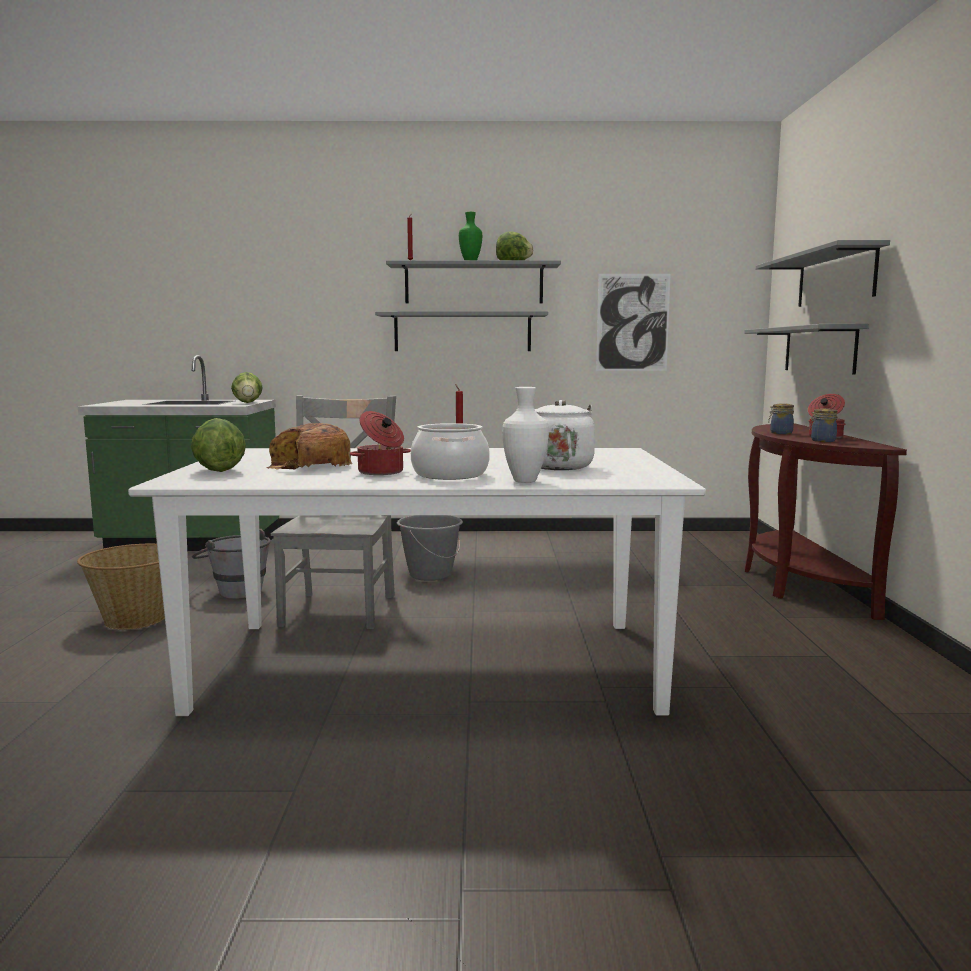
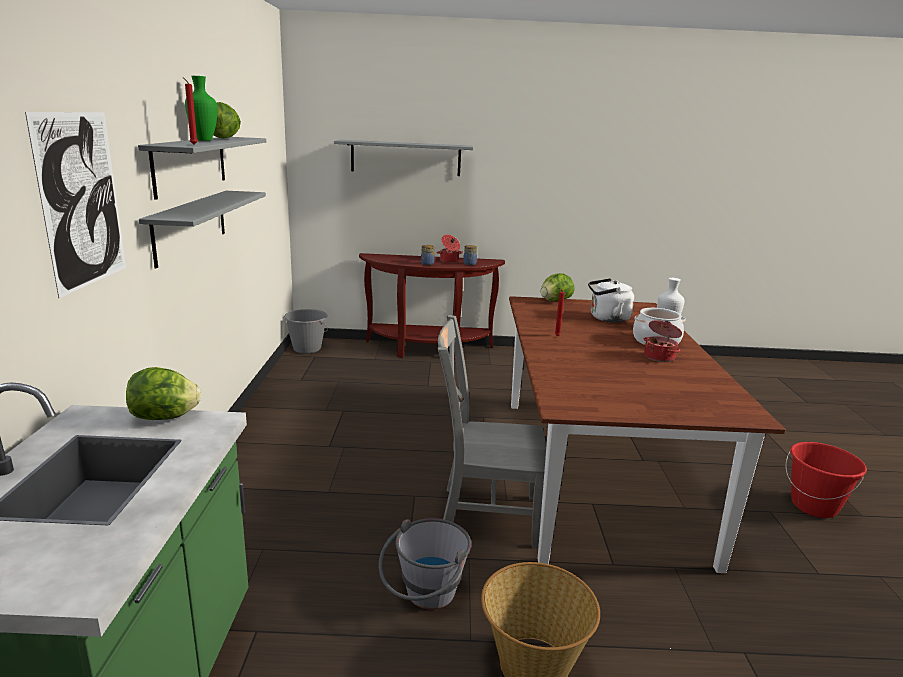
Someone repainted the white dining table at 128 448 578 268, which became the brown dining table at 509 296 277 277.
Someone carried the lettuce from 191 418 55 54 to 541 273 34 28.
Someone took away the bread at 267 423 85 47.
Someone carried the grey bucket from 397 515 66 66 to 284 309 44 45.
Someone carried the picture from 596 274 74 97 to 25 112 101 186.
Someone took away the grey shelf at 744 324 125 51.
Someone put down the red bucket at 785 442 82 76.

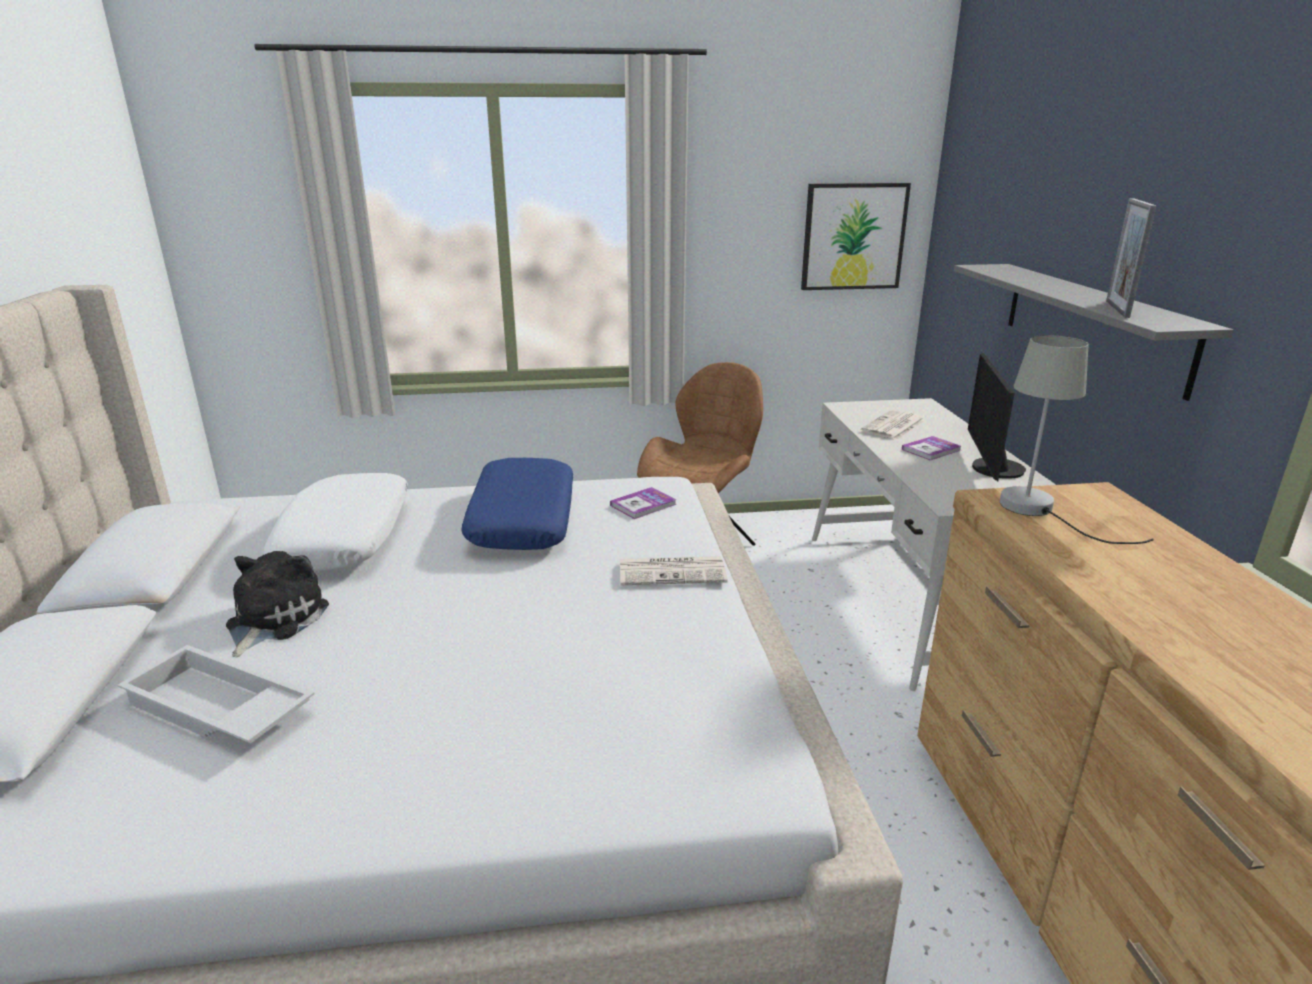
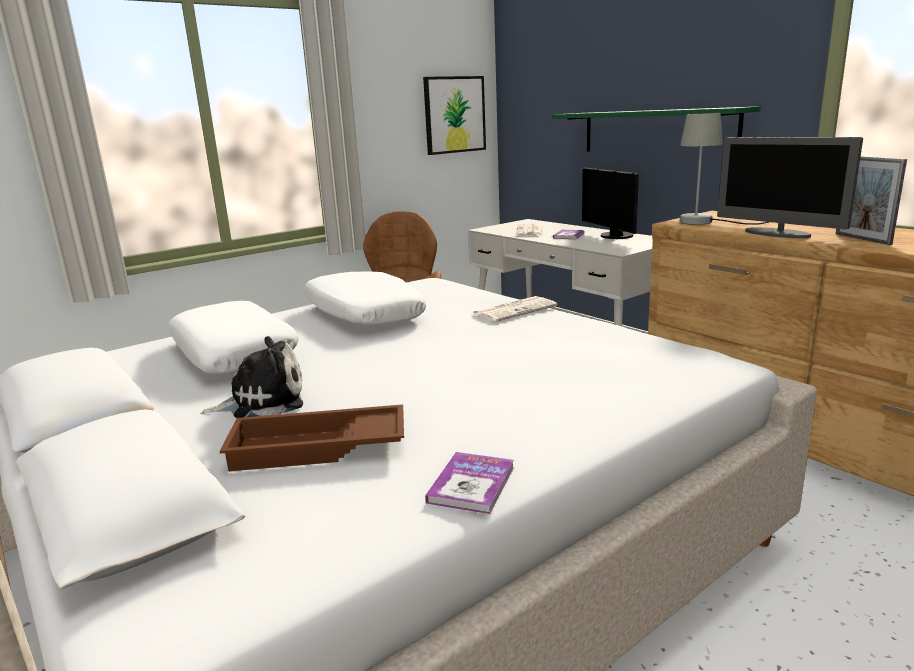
Someone repainted the white tray at 118 645 197 98, which became the brown tray at 219 404 185 67.
Someone rotated the plush toy at 226 551 103 106 by 90 degrees clockwise.
Someone repainted the blue pillow at 461 458 112 92, which became the white pillow at 304 271 122 54.
Someone carried the book from 610 487 67 32 to 425 452 89 62.
Someone repainted the grey shelf at 954 264 280 137, which became the green shelf at 552 106 209 45.
Someone carried the picture frame from 1106 198 50 120 to 835 156 72 89.
Someone put down the monitor at 717 137 146 101.

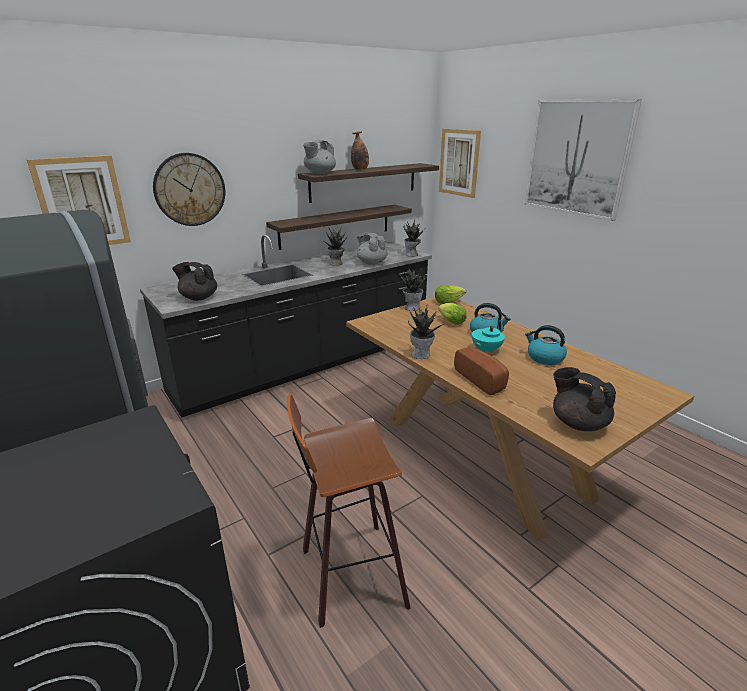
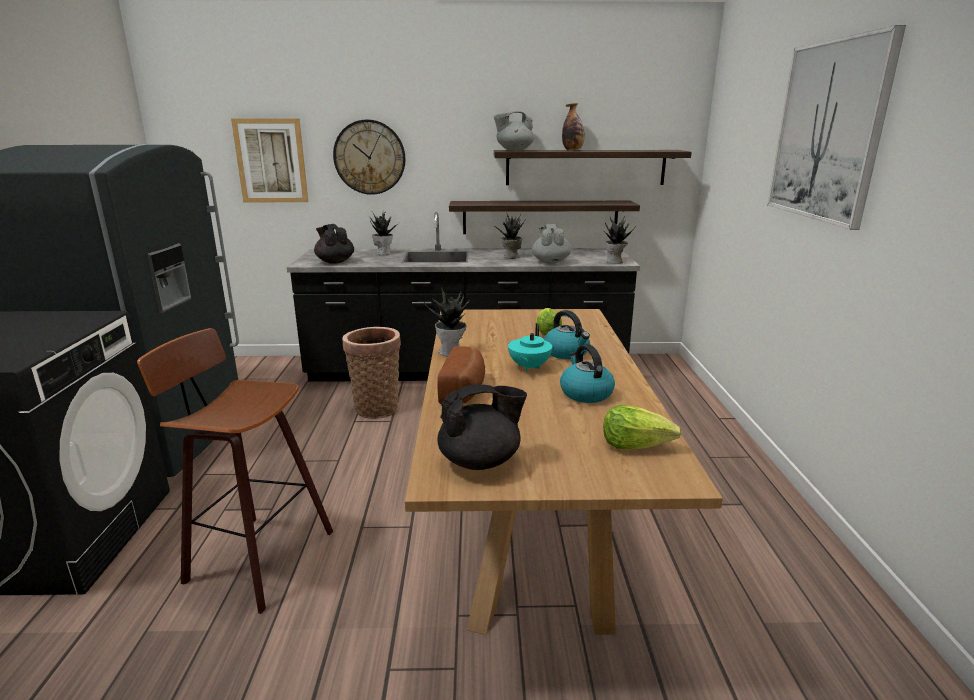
Someone carried the potted plant from 399 268 29 43 to 369 212 30 43.
Someone carried the lettuce from 435 285 31 19 to 603 405 79 44.
Someone took away the picture at 439 129 42 69.
Someone rotated the turquoise teapot at 472 319 33 34 by 60 degrees counterclockwise.
Someone rotated the black teapot at 553 367 63 64 by 75 degrees clockwise.
Someone put down the basket at 342 327 59 92.

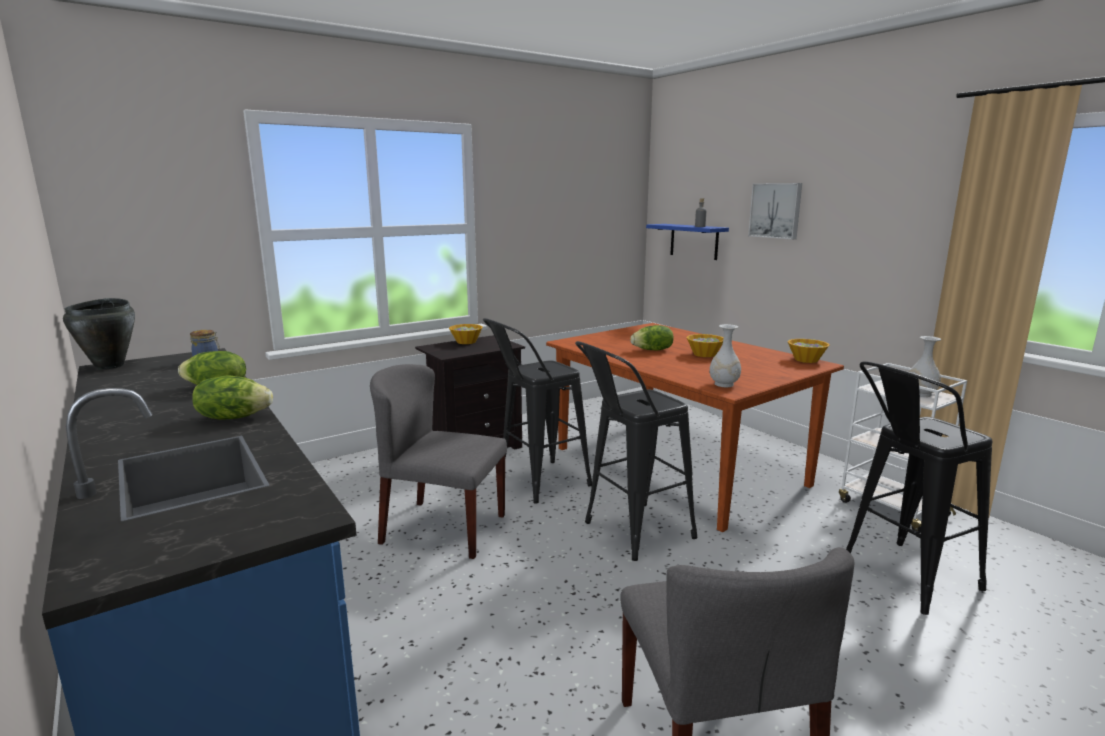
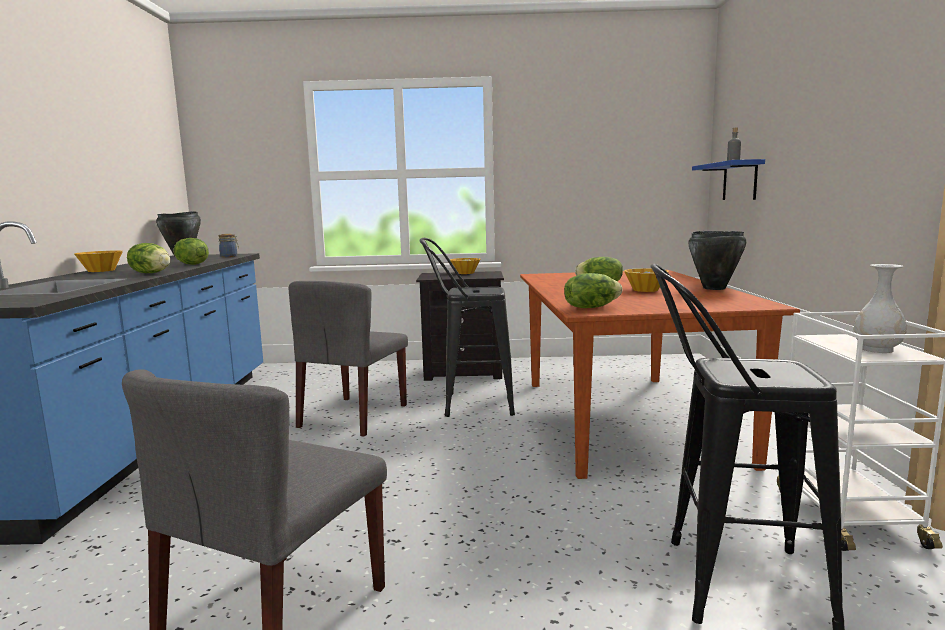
Someone rotated the grey chair at 370 364 137 195 by 120 degrees counterclockwise.
Someone took away the black stool at 575 341 122 220.
Someone swapped the white vase at 709 324 32 63 for the lettuce at 564 273 58 35.
Someone took away the picture at 748 183 54 56.
Someone carried the bowl from 788 339 42 24 to 75 250 48 22.
Someone put down the black cooking pot at 689 231 57 59.

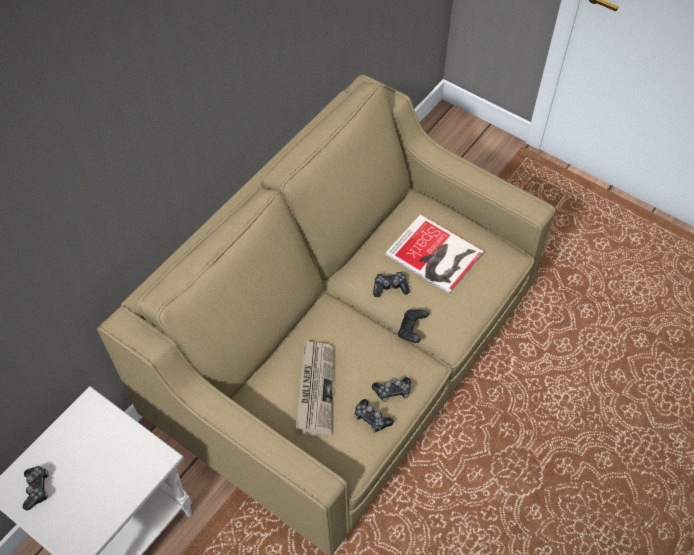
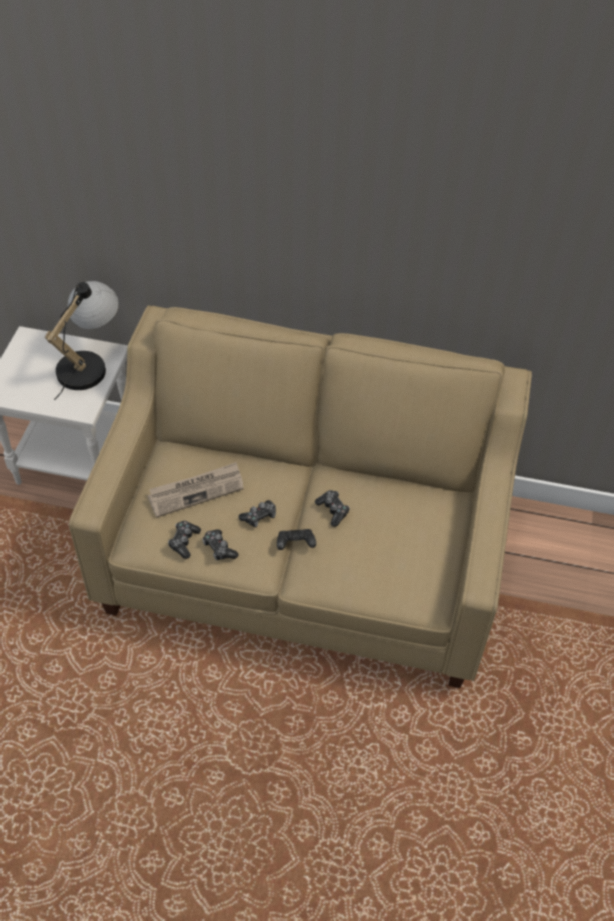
Someone carried the game controller from 23 466 26 44 to 239 500 37 27.
Someone took away the book at 385 214 99 80.
Someone put down the table lamp at 45 281 74 119.

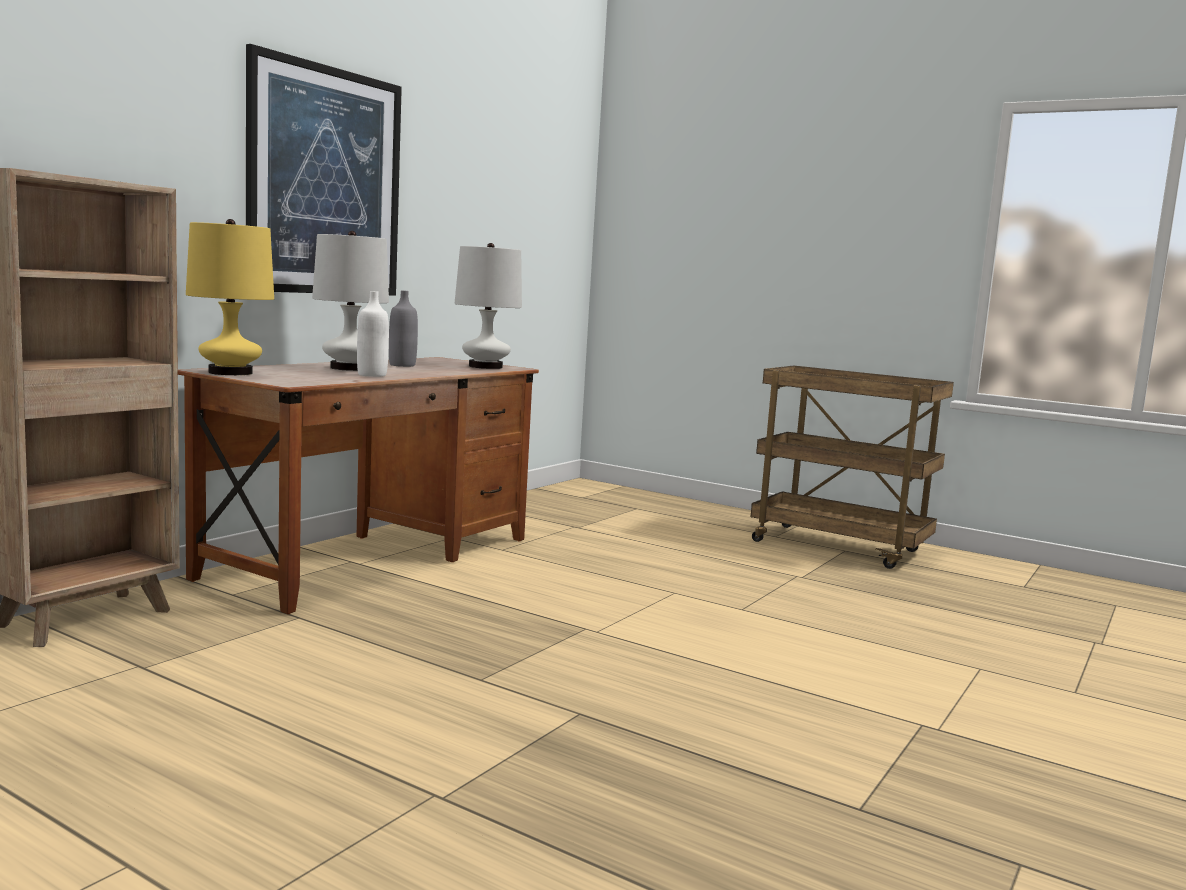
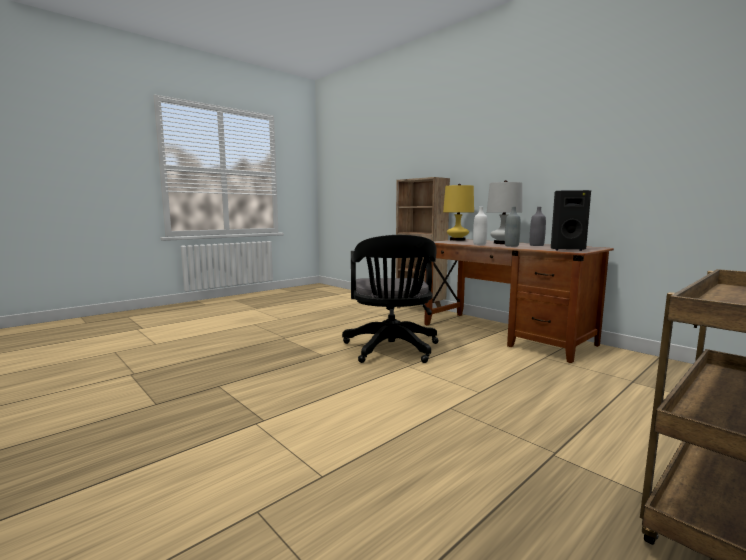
Someone took away the picture at 246 44 156 252.
Someone swapped the white table lamp at 454 243 68 126 for the black speaker at 551 190 40 61.
Someone put down the black office chair at 342 235 97 128.
Someone put down the grey bottle at 505 207 16 40.

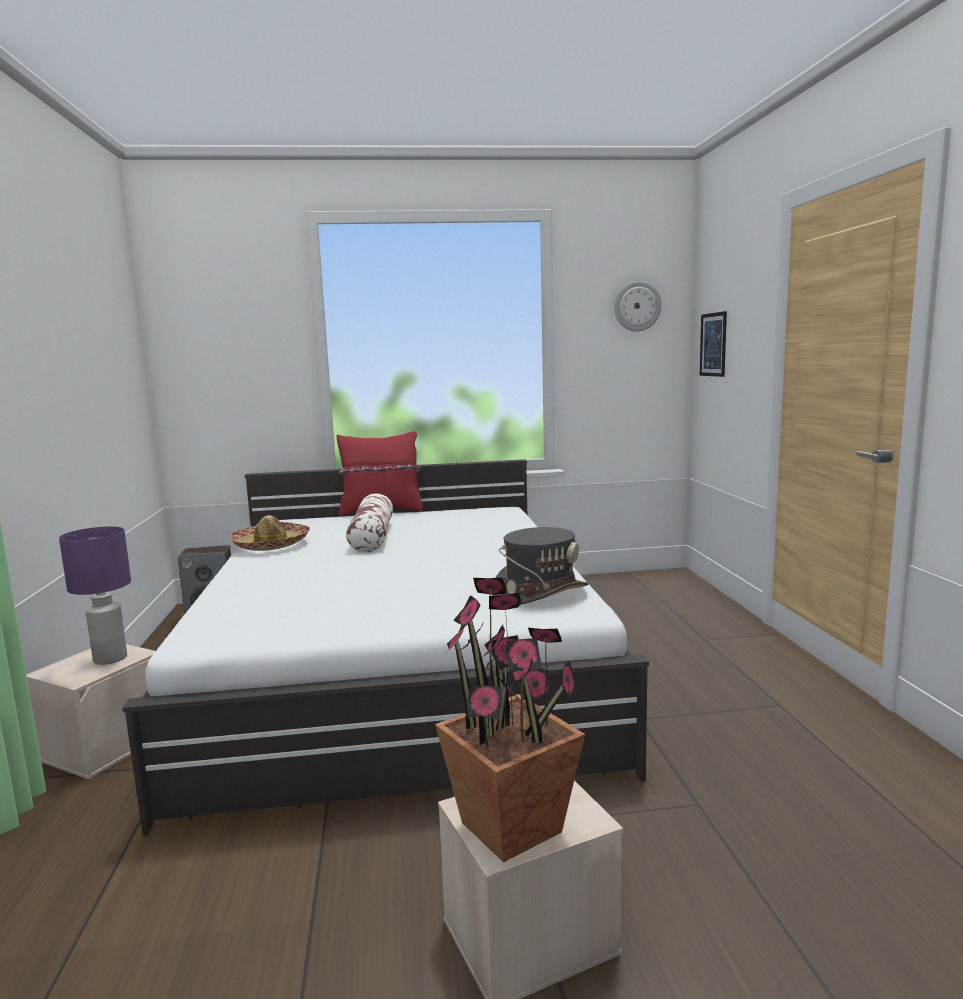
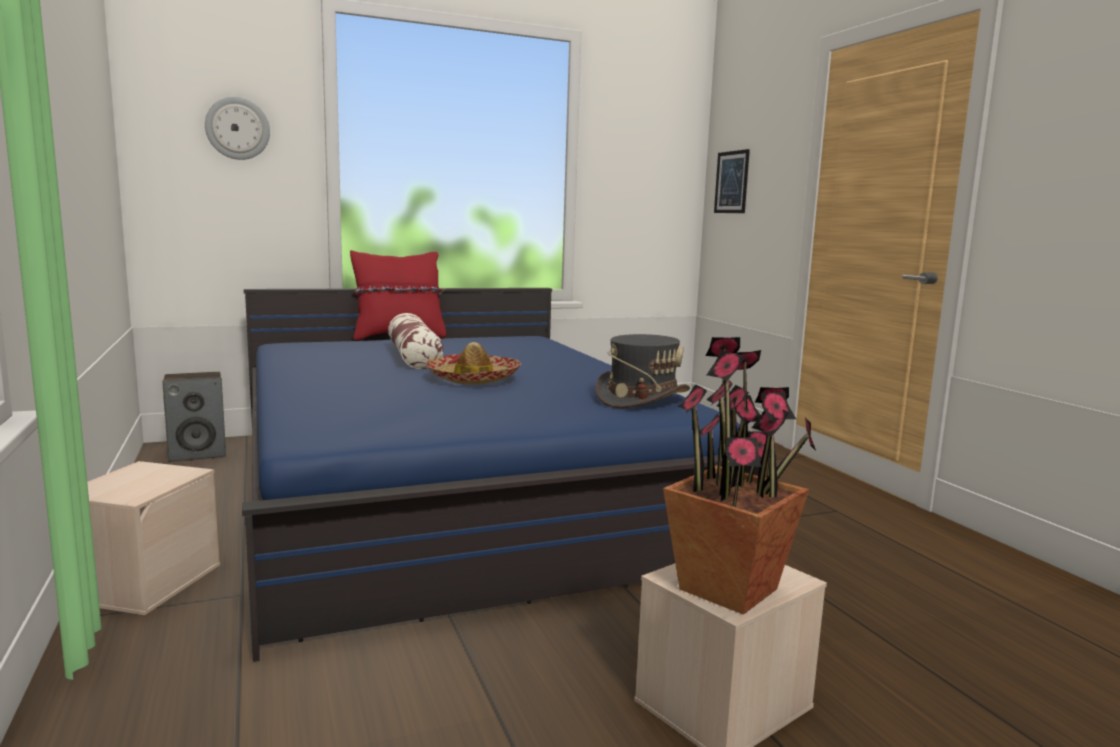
Someone took away the purple table lamp at 59 526 72 139.
Someone repainted the white bed at 122 459 527 377, which became the blue bed at 242 288 520 374.
Someone carried the hat from 230 515 80 36 to 426 342 95 42.
Someone carried the wall clock from 614 281 48 51 to 205 97 65 63.

